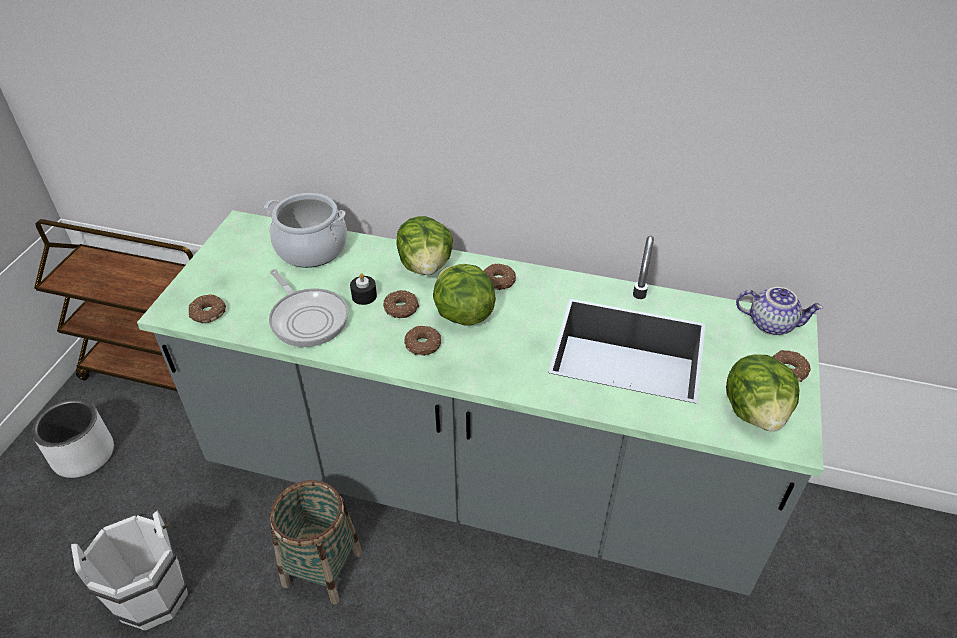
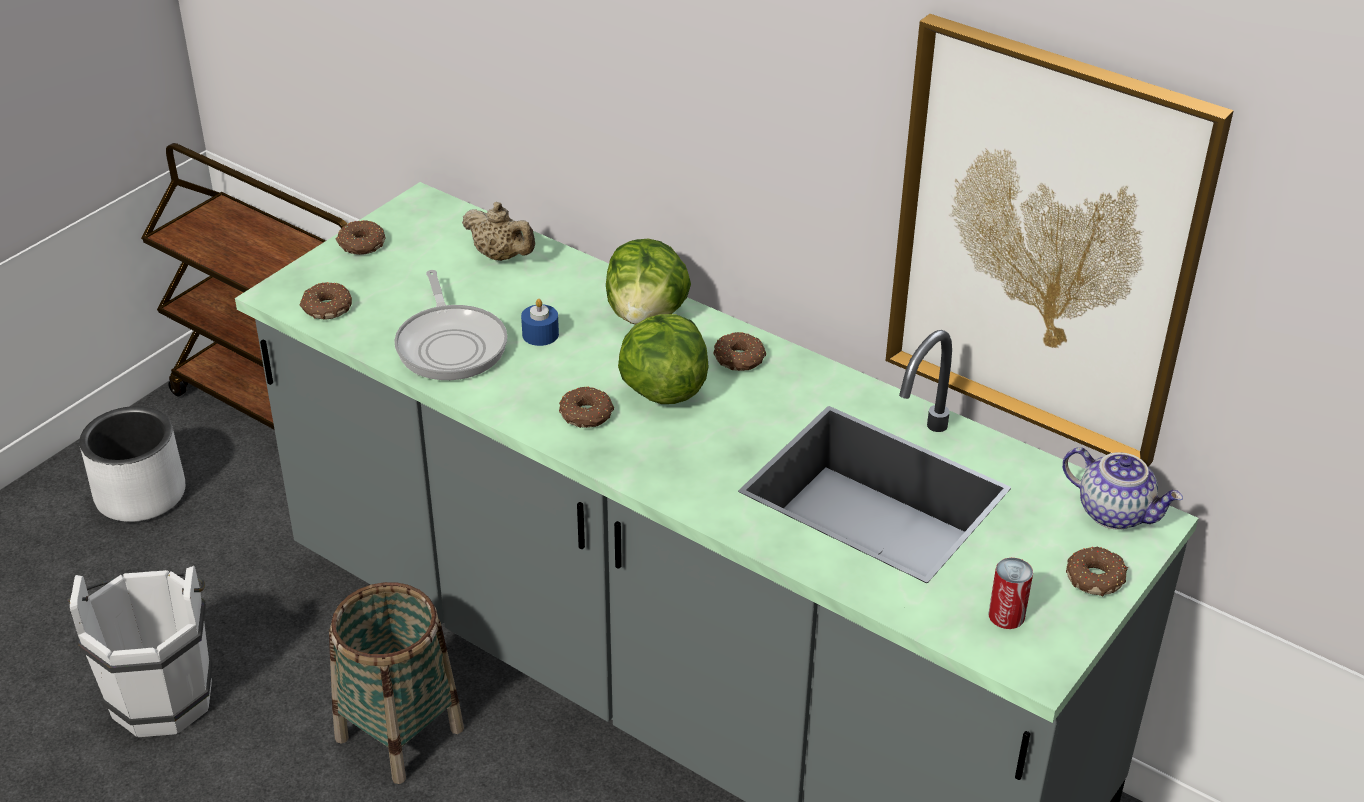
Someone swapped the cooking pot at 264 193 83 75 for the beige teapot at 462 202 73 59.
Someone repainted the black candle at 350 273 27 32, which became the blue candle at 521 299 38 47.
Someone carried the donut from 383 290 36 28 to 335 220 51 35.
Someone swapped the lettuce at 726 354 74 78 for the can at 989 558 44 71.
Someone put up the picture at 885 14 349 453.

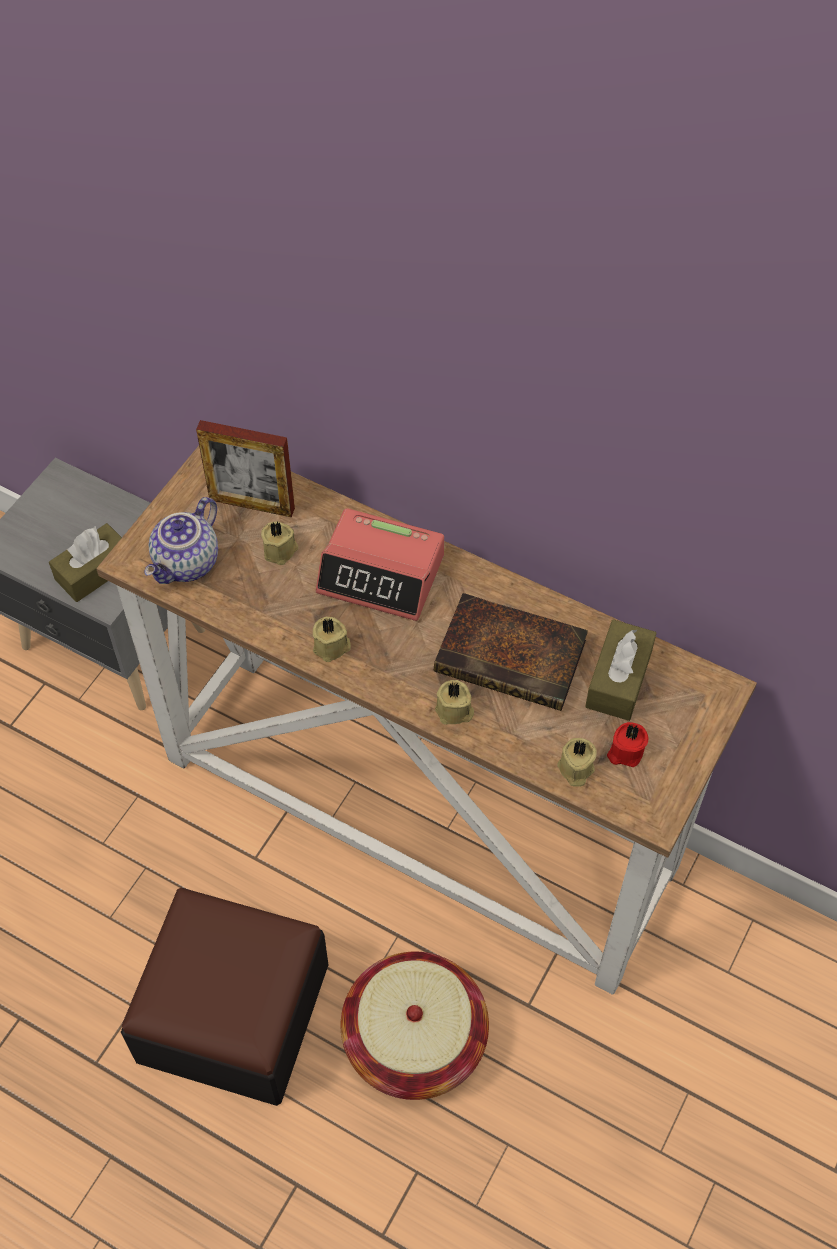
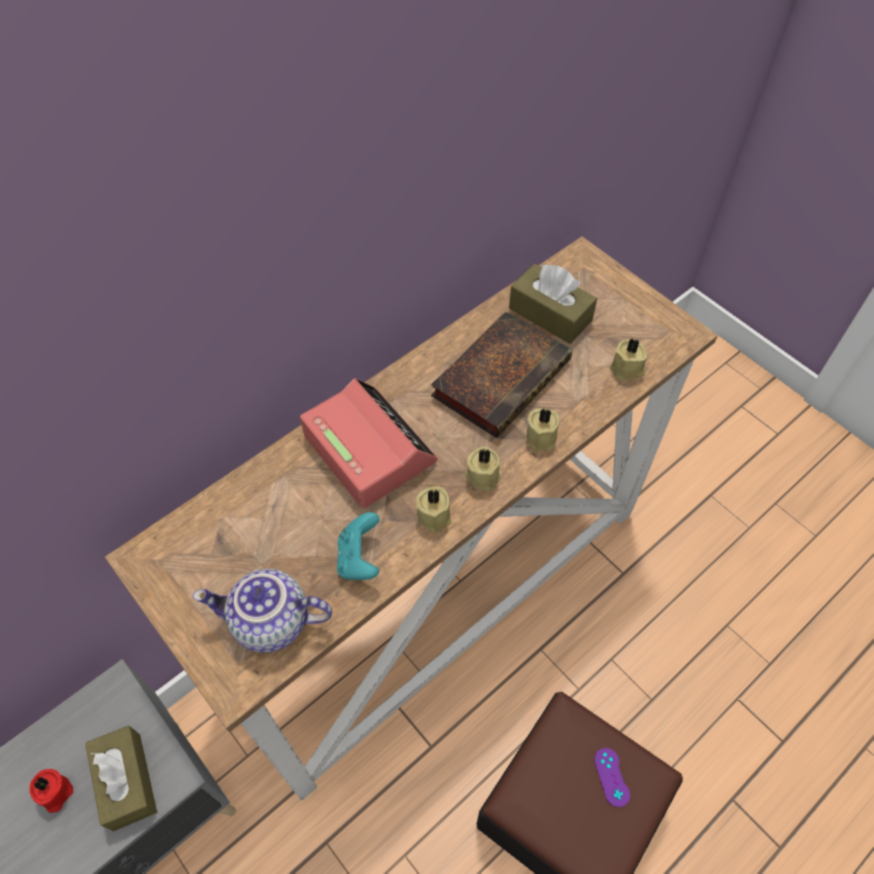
Someone rotated the teapot at 144 497 74 87 by 135 degrees clockwise.
Someone took away the picture frame at 196 420 99 97.
Someone carried the beige candle from 261 522 37 43 to 465 446 36 45.
Someone rotated the alarm clock at 316 508 128 113 by 75 degrees counterclockwise.
Someone took away the basket at 341 952 148 148.
Someone carried the red candle from 607 722 41 45 to 29 769 44 44.
Someone put down the turquoise game controller at 337 512 43 68.
Someone put down the purple game controller at 594 748 36 59.

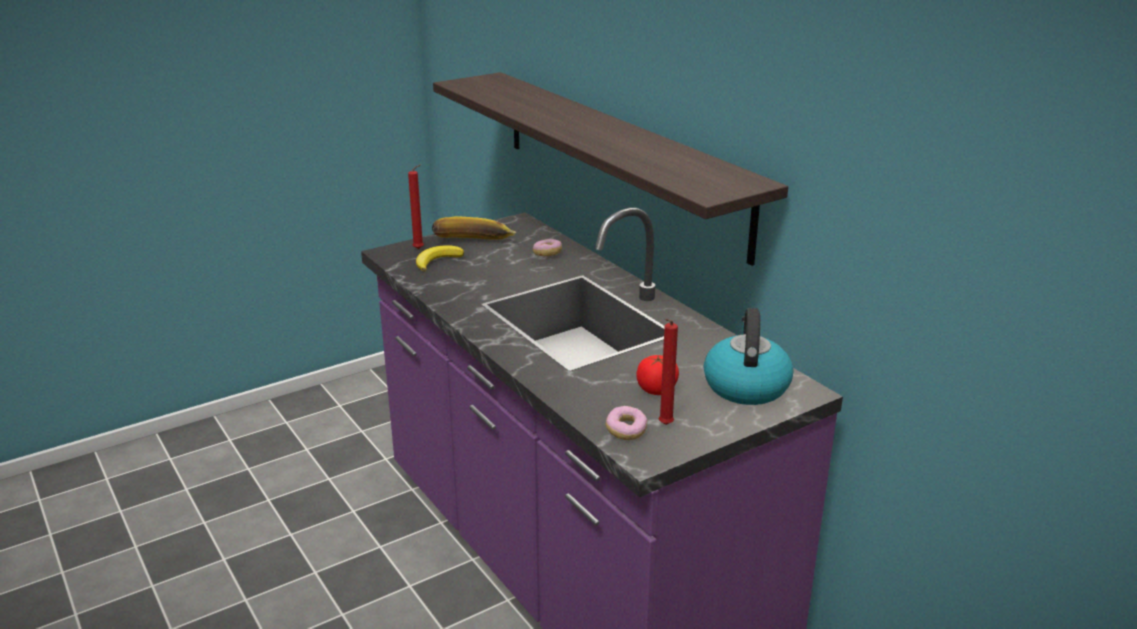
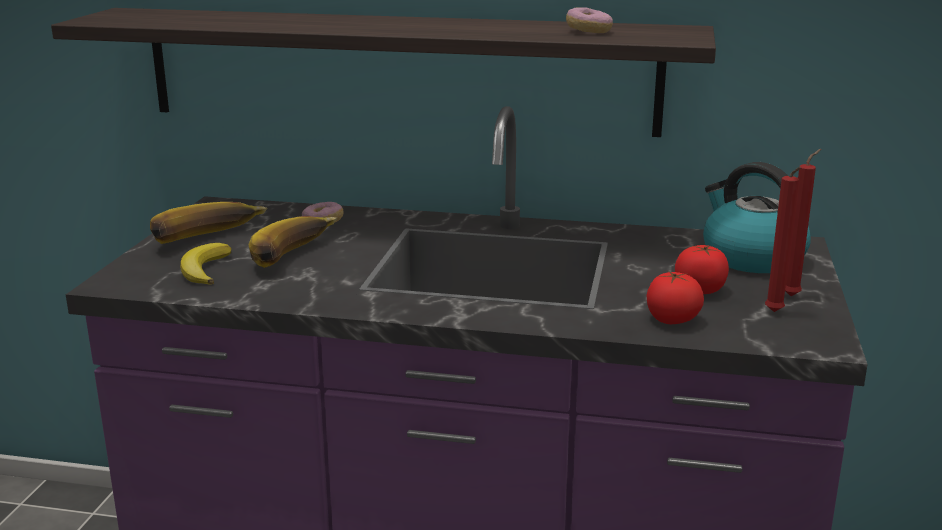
Someone carried the red candle from 408 164 16 85 to 785 149 36 147.
Someone carried the donut from 606 406 41 34 to 566 7 47 26.
Someone put down the banana at 249 216 89 52.
Someone put down the tomato at 647 271 57 53.

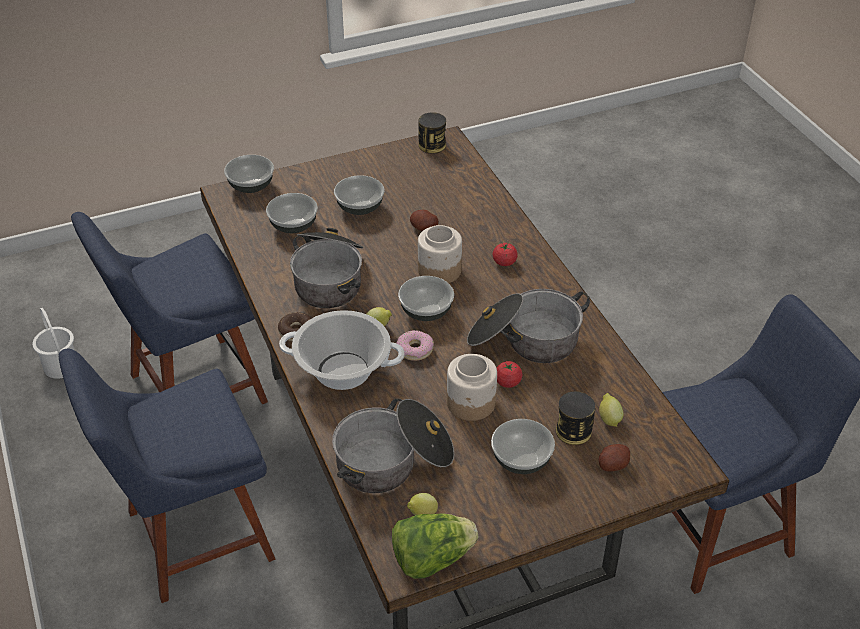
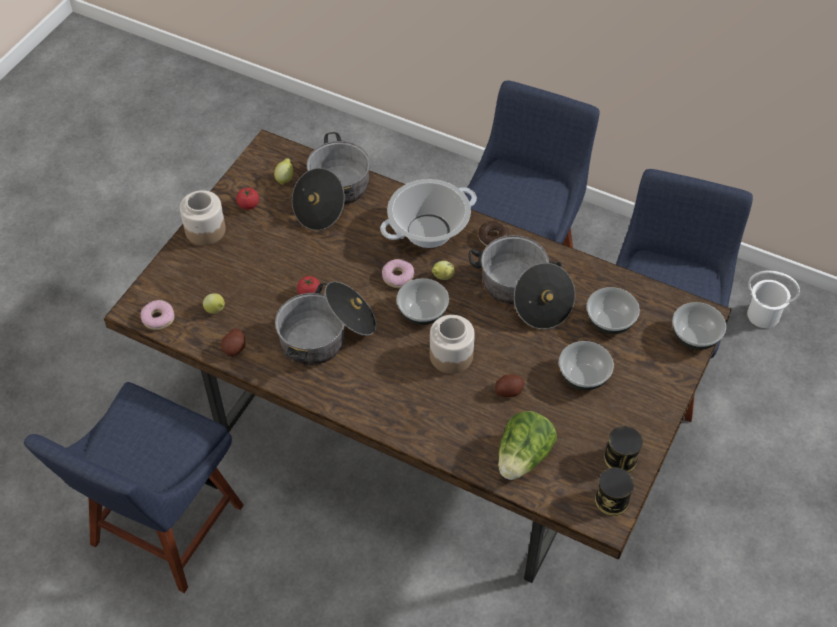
Someone carried the lettuce from 392 514 86 65 to 498 411 59 69.
Someone carried the jar from 447 354 50 67 to 180 190 46 56.
Someone took away the bowl at 491 419 64 55.
Someone carried the tomato from 493 242 25 24 to 236 188 23 22.
Someone carried the can from 556 391 39 54 to 604 426 39 47.
Someone carried the potato from 599 444 31 28 to 221 328 24 29.
Someone put down the donut at 141 300 34 30.

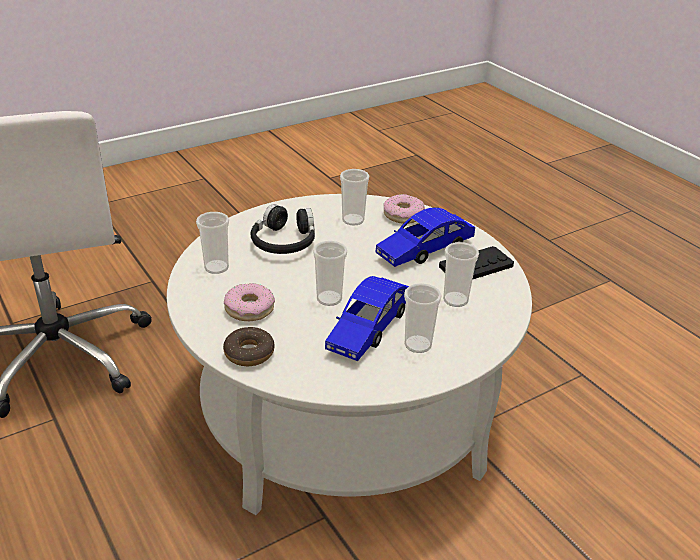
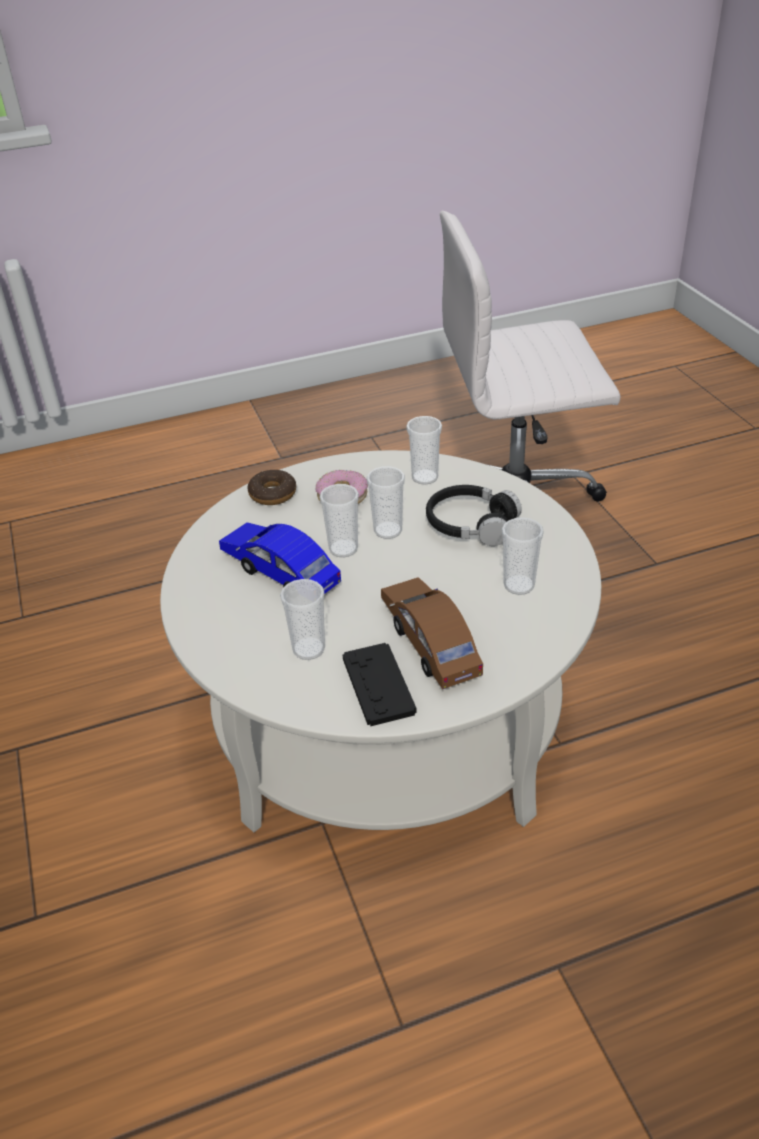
Someone repainted the blue toy car at 375 207 100 60, which became the brown toy car at 381 577 102 112.
Someone took away the donut at 383 194 42 30.
Someone carried the cup from 404 283 38 70 to 367 466 38 73.

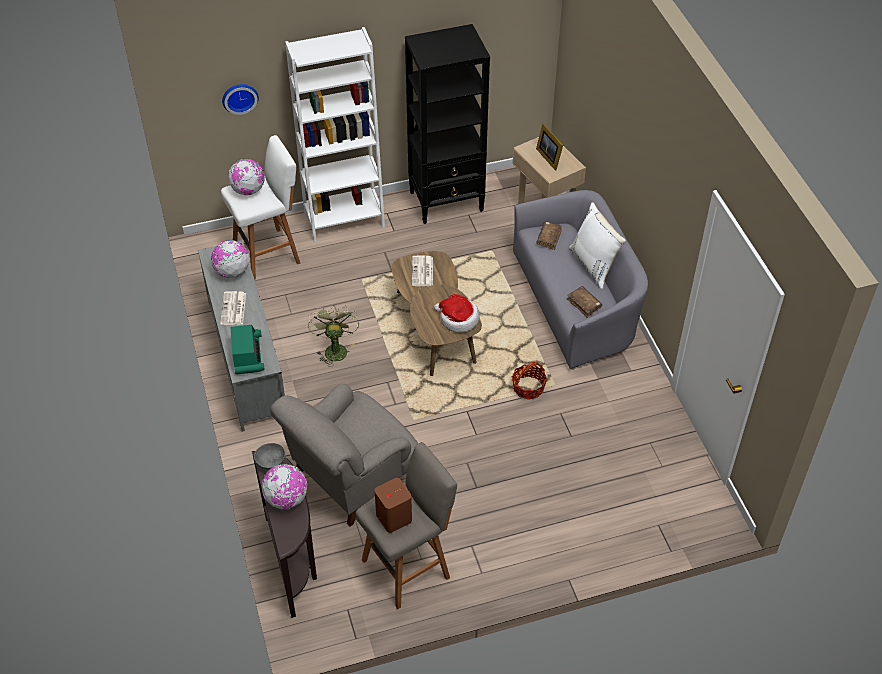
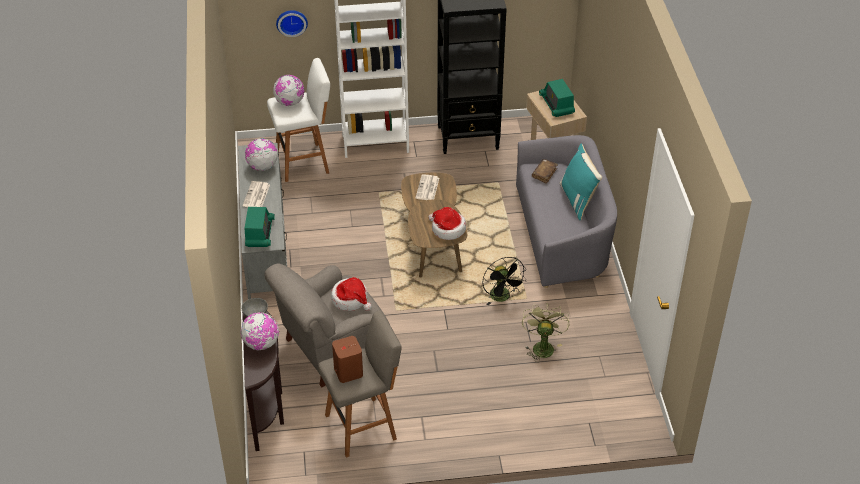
Someone carried the green fan from 308 304 51 63 to 522 303 48 59.
Someone swapped the basket at 512 362 35 38 for the black fan at 482 257 45 48.
Someone swapped the picture frame at 536 123 27 48 for the radio at 539 79 36 38.
Someone took away the brown book at 567 286 35 31.
Someone repainted the white pillow at 569 202 57 87, which became the turquoise pillow at 559 144 43 76.
Someone put down the hat at 331 277 41 34.

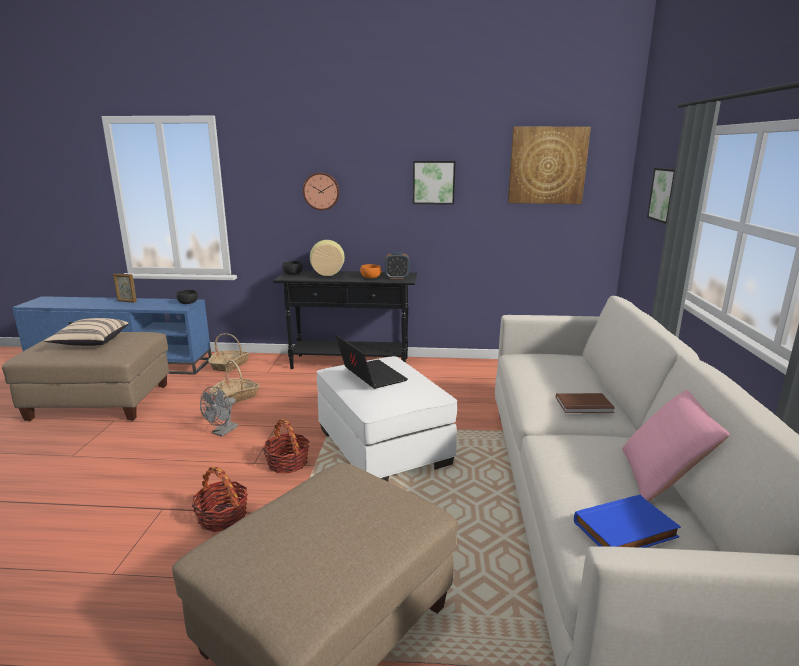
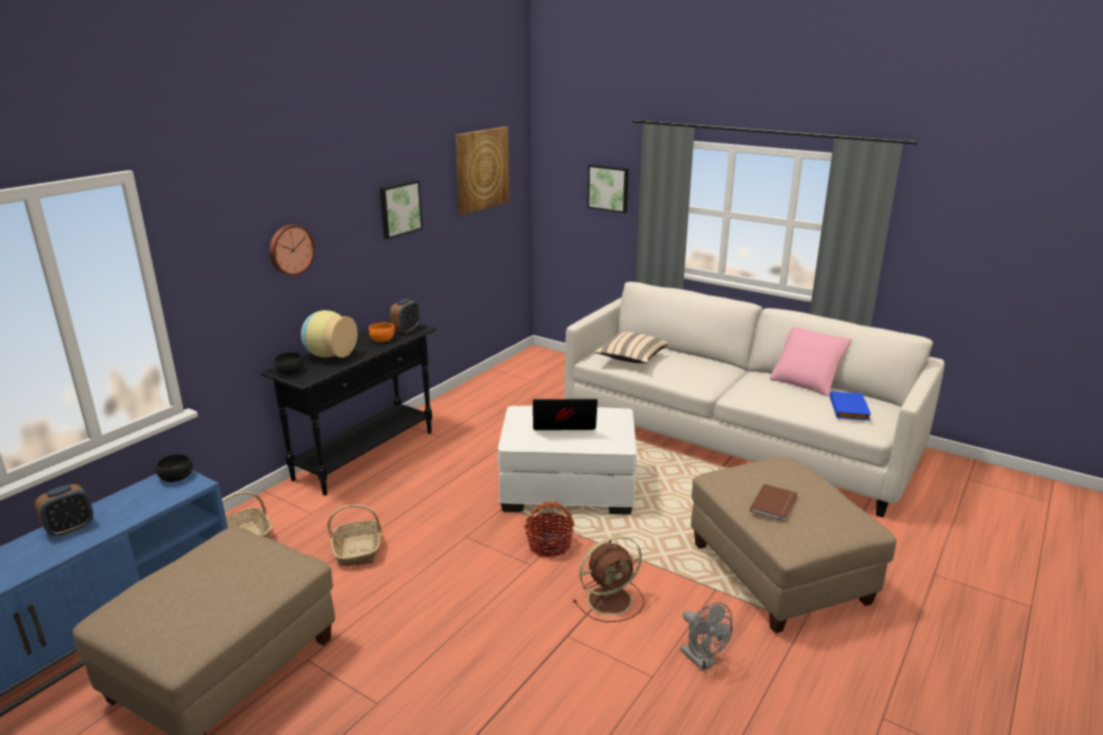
Someone carried the beige pillow from 44 318 85 28 to 595 332 73 31.
Someone swapped the picture frame at 113 273 24 30 for the alarm clock at 35 484 58 53.
Someone swapped the basket at 192 467 56 65 for the brown fan at 573 536 71 86.
Someone carried the grey fan from 200 387 38 50 to 680 603 52 68.
Someone carried the brown book from 556 393 59 20 to 750 484 47 38.

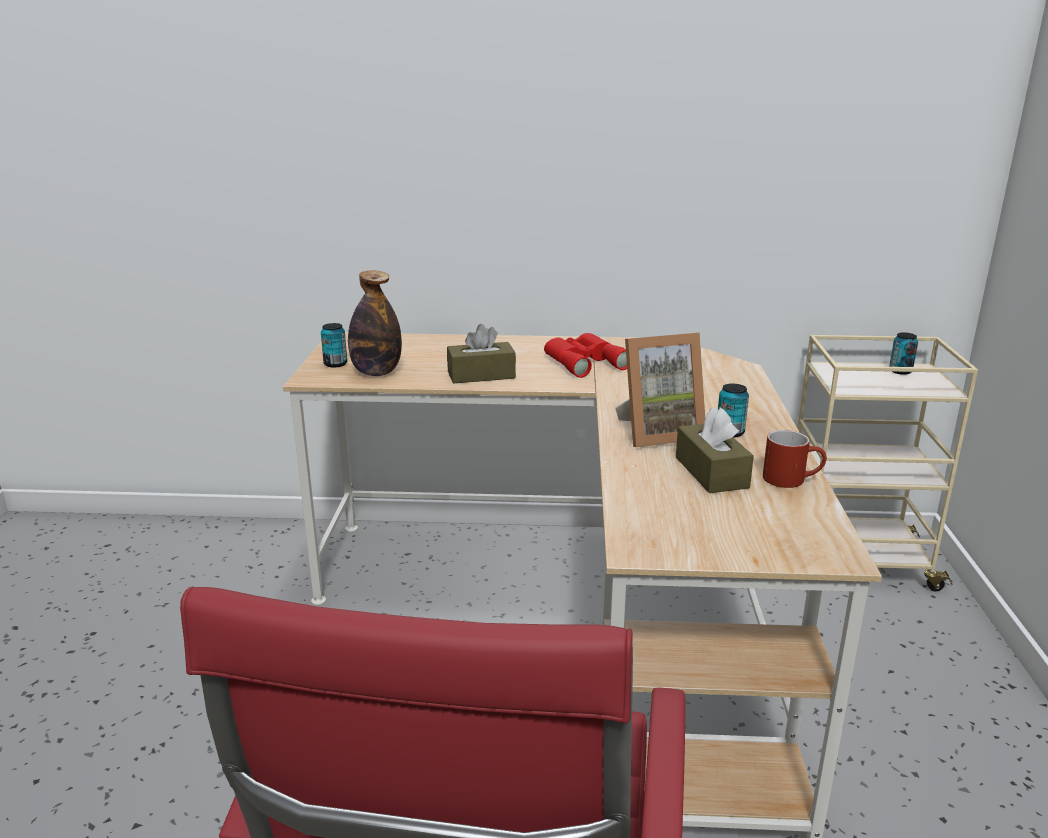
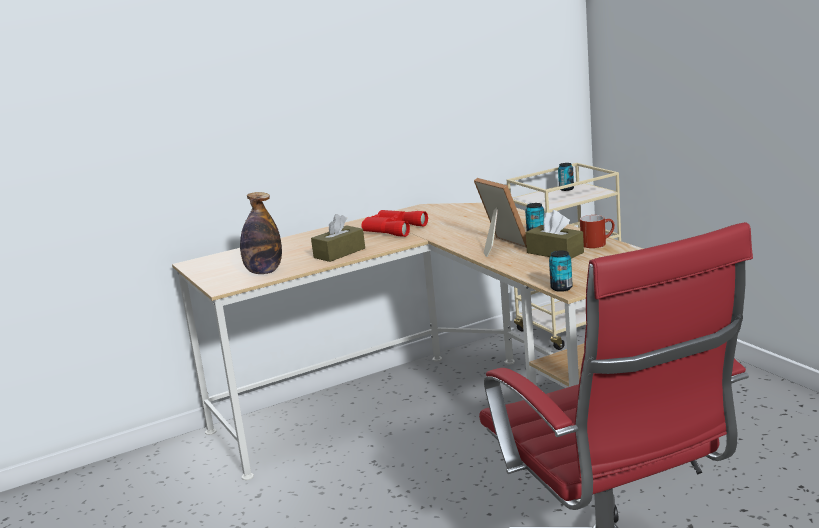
Someone carried the can from 321 323 26 45 to 549 251 24 41.
Someone rotated the picture frame at 615 333 90 114 by 75 degrees counterclockwise.

